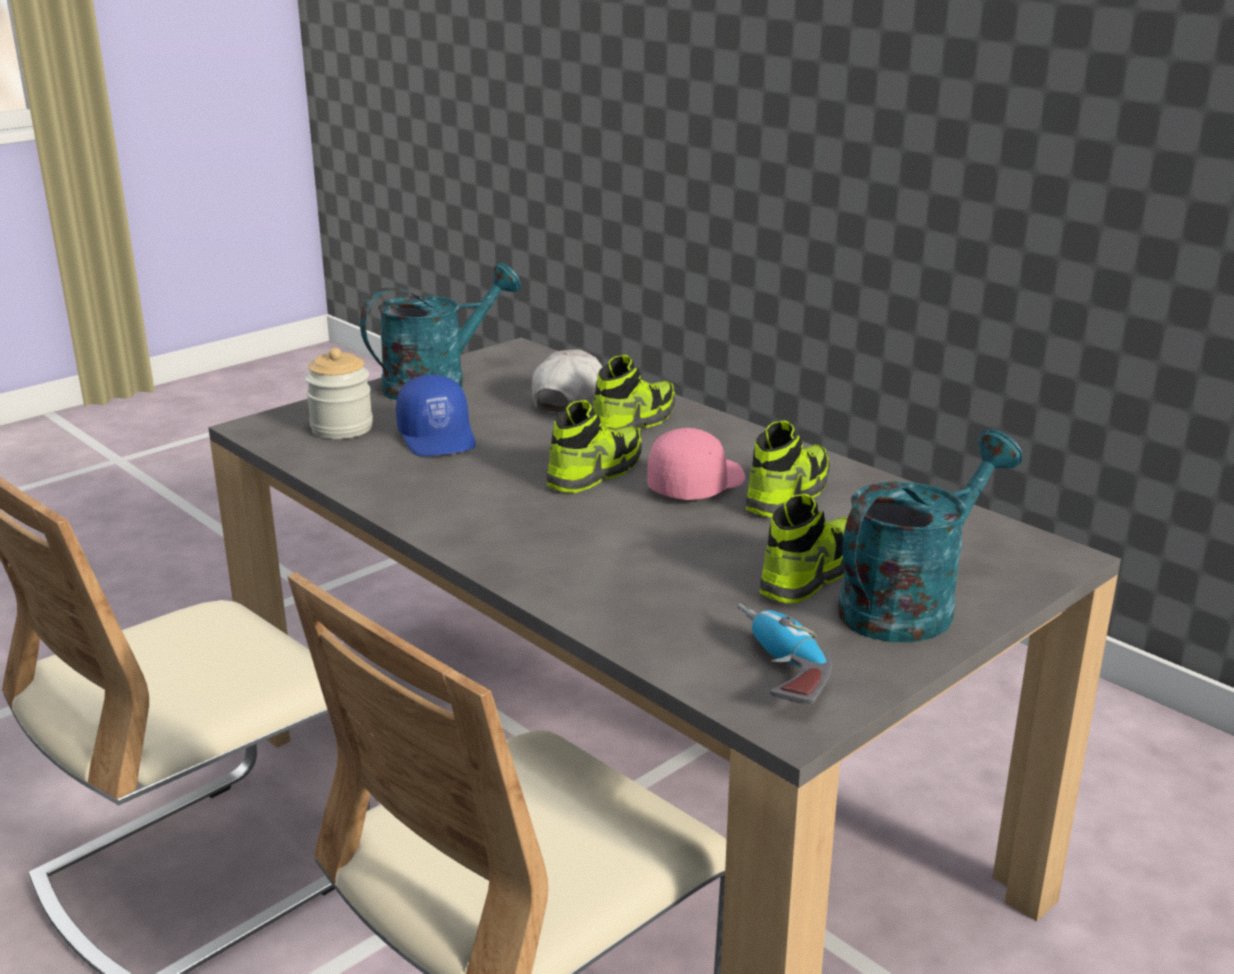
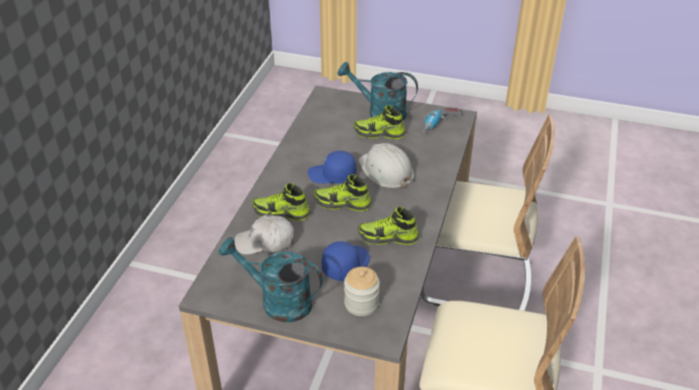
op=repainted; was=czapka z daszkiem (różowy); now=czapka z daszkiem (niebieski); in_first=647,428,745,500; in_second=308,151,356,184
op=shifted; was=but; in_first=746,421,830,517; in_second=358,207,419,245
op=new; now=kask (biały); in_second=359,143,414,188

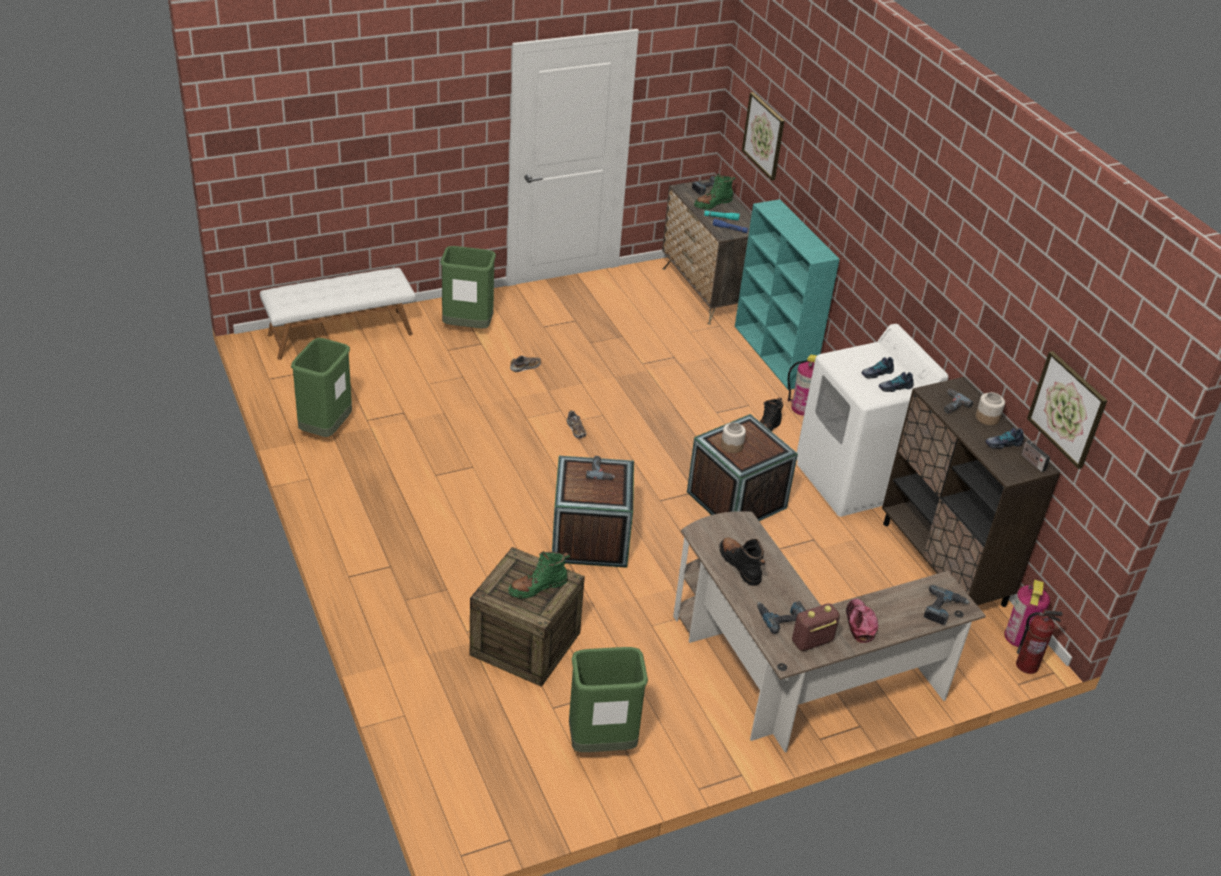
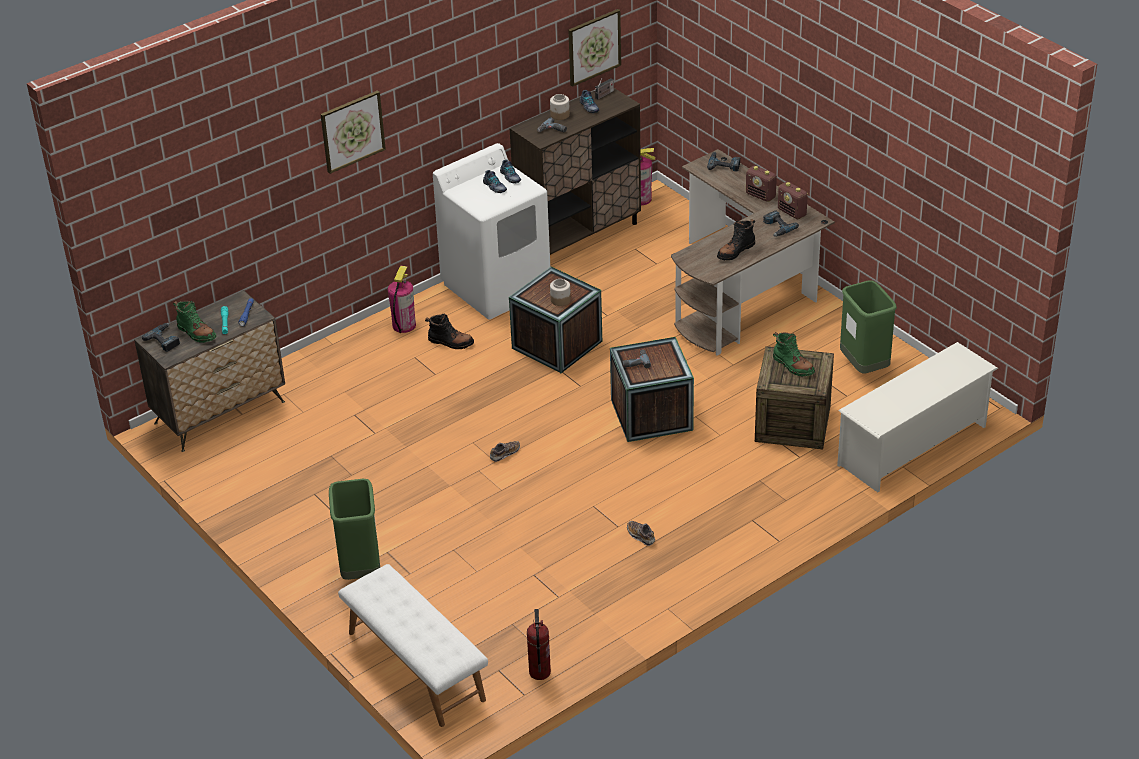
op=shifted; was=obraz; in_first=742,92,784,181; in_second=320,90,386,174
op=shifted; was=gaśnica; in_first=1016,609,1062,674; in_second=527,609,551,680
op=shifted; was=but; in_first=510,355,541,372; in_second=627,521,655,546
op=swapped; was=czapka z daszkiem; now=radio; in_first=846,599,878,643; in_second=746,166,777,202
op=new; now=regał na buty (biały); in_second=837,342,998,492
op=gone; was=kosz na śmieci (zielony); in_first=291,338,352,437
op=gone; was=regał (turkusowy); in_first=735,199,840,390

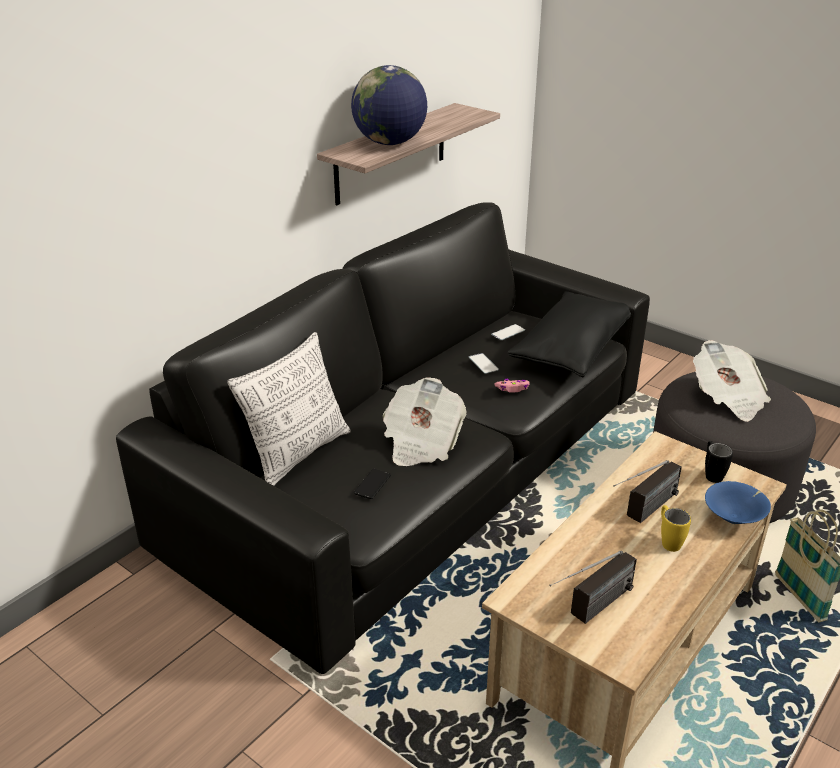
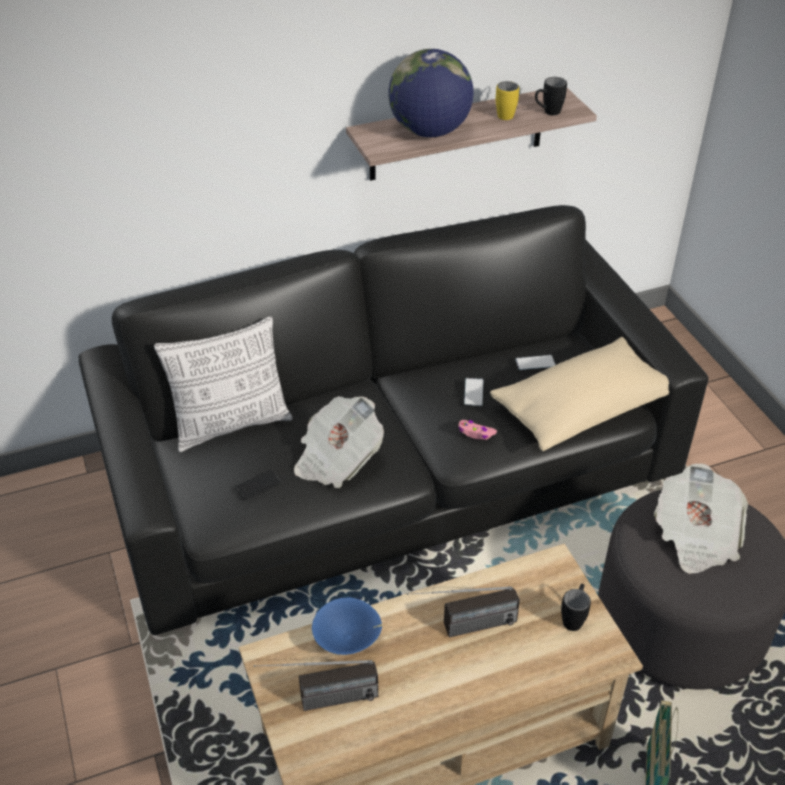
op=shifted; was=miska (niebieski); in_first=705,481,771,524; in_second=312,597,382,655
op=repainted; was=poduszka (czarny); now=poduszka (beżowy); in_first=507,291,631,377; in_second=490,337,669,451
op=shifted; was=kubek (żółty); in_first=661,505,691,552; in_second=496,81,519,120
op=new; now=kubek (czarny); in_second=535,77,567,115

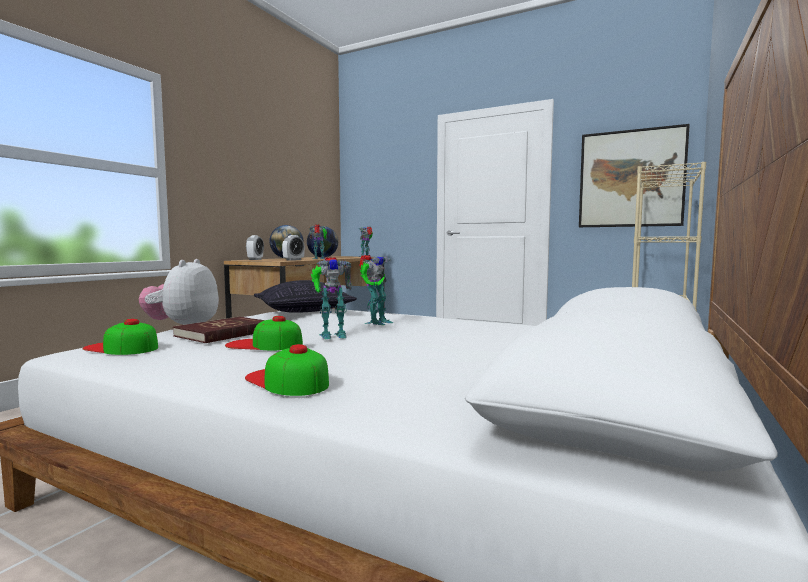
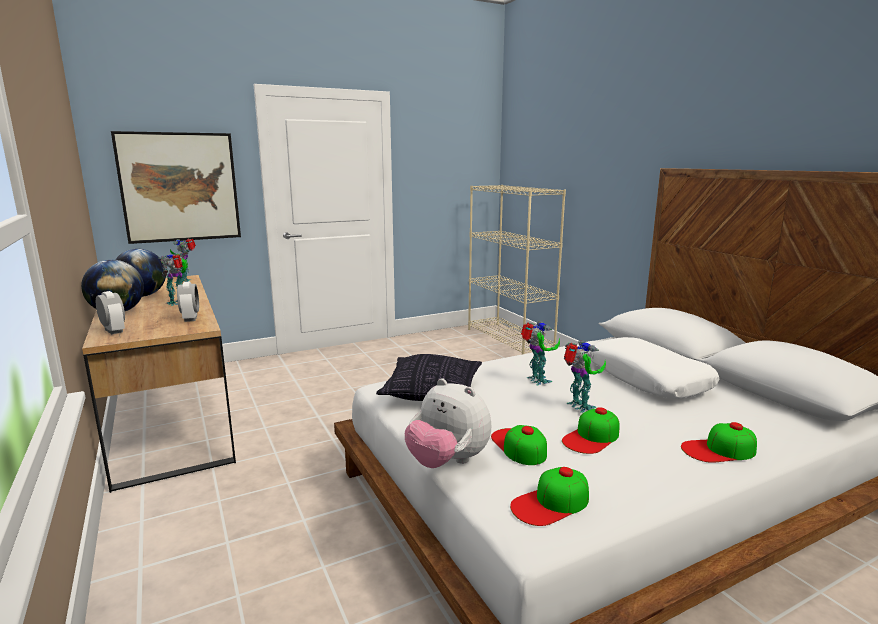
op=shifted; was=obraz; in_first=579,124,690,227; in_second=111,131,241,244
op=swapped; was=książka (czerwony); now=czapka z daszkiem; in_first=173,317,264,343; in_second=491,425,547,465
op=rotated; was=robot zabawkowy; in_first=311,257,352,339; in_second=564,341,606,413; clockwise=-45
op=new; now=poduszka (biały); in_second=588,337,719,399

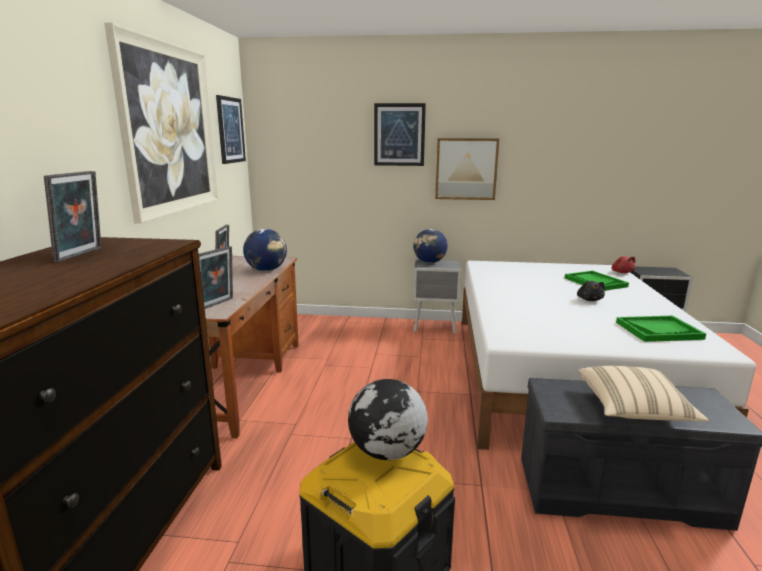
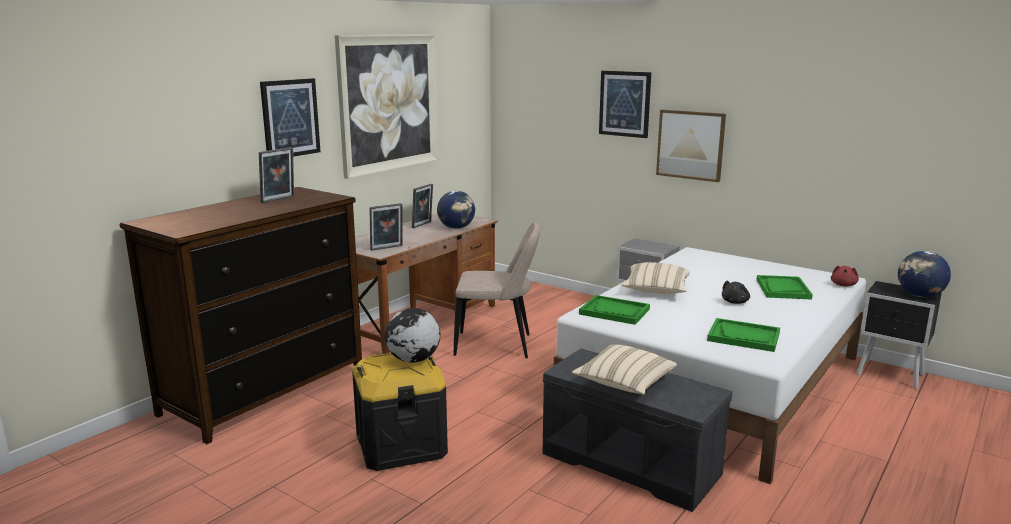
op=shifted; was=obraz; in_first=216,95,246,164; in_second=260,78,321,157
op=new; now=krzesło (beżowy); in_second=454,222,540,358
op=new; now=taca (zielony); in_second=579,295,650,325
op=new; now=poduszka (beżowy); in_second=622,262,690,294
op=shifted; was=globus; in_first=413,229,448,263; in_second=898,251,951,297

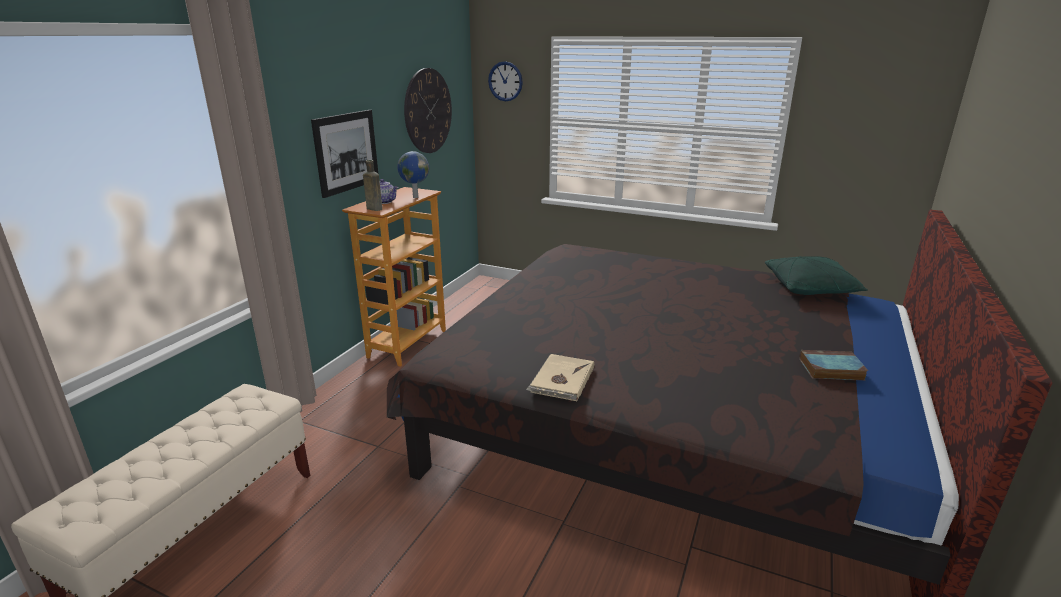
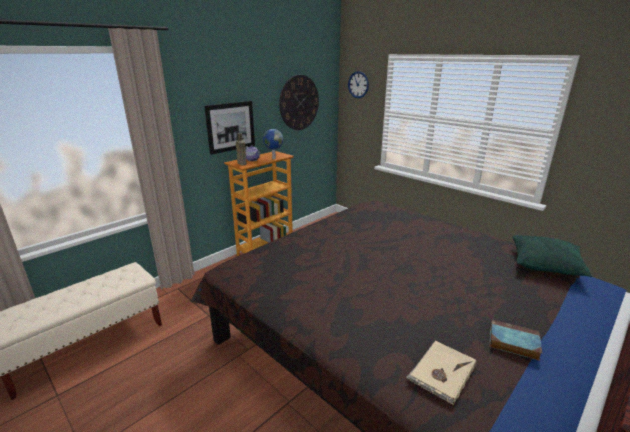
op=shifted; was=książka (beżowy); in_first=526,354,594,401; in_second=406,341,476,405

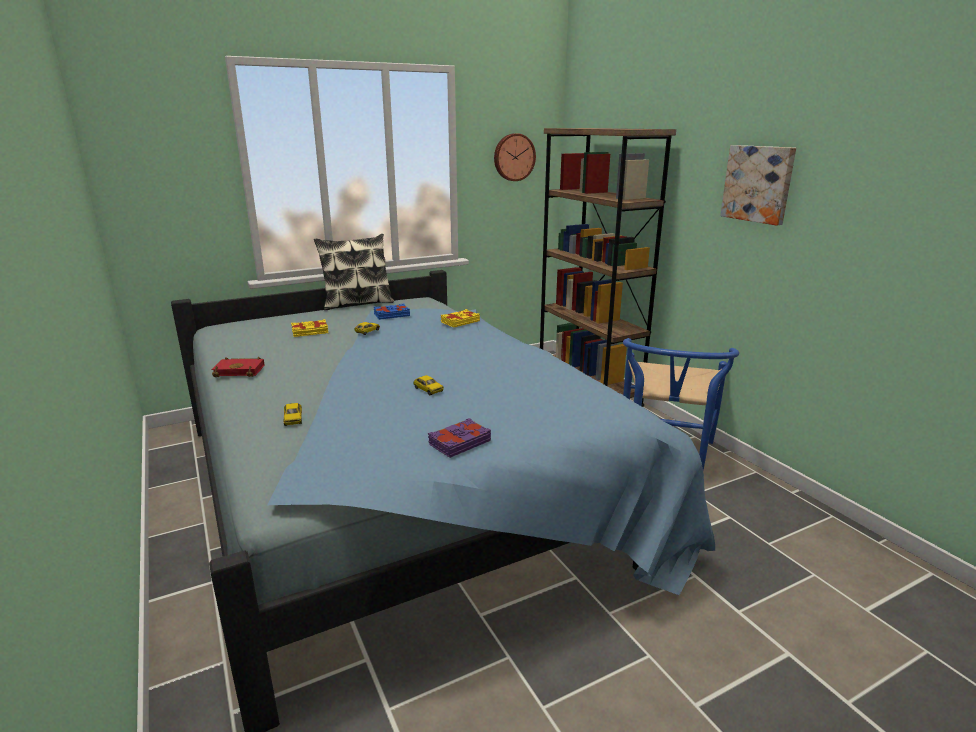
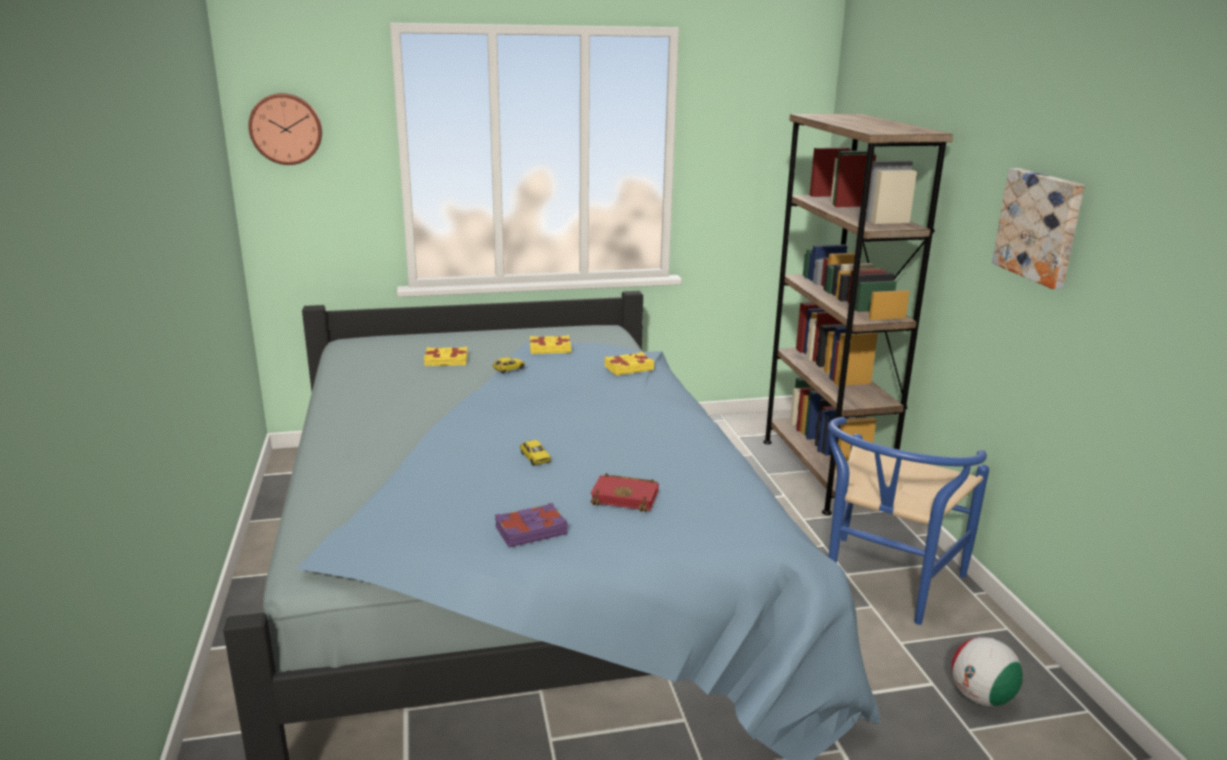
op=shifted; was=zegar ścienny; in_first=494,133,536,181; in_second=248,93,322,165
op=repainted; was=książka (niebieski); now=książka (żółty); in_first=374,304,410,320; in_second=530,335,571,354
op=shifted; was=książka (czerwony); in_first=212,357,264,377; in_second=590,473,659,512
op=new; now=piłka futbolowa; in_second=952,637,1023,706
op=gone; was=samochodzik; in_first=284,403,302,426
op=gone; was=poduszka; in_first=314,234,394,310

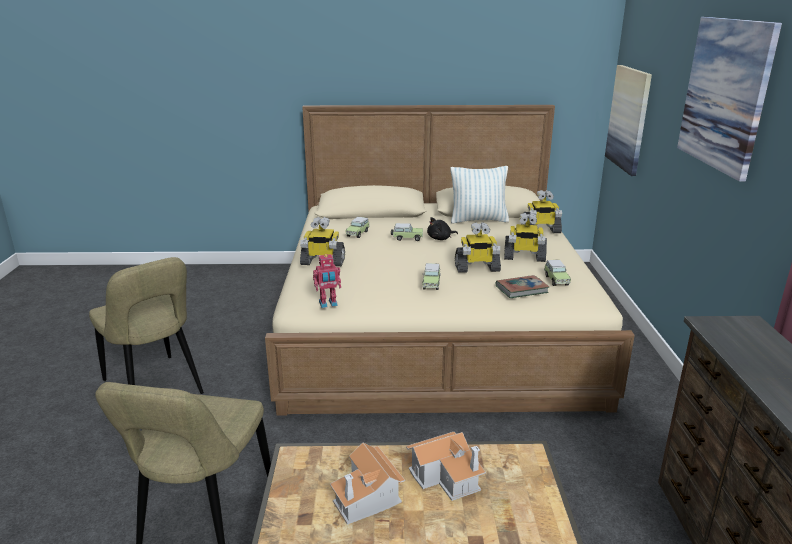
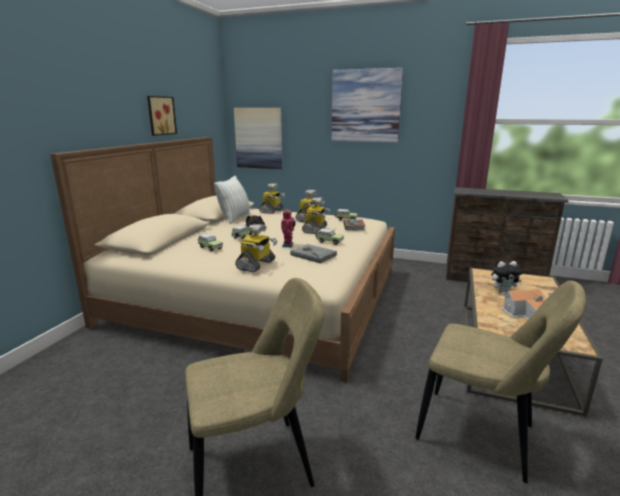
op=new; now=obraz; in_second=147,96,177,136
op=shifted; was=robot zabawkowy; in_first=313,254,341,308; in_second=281,209,296,247
op=new; now=książka (szary); in_second=290,244,338,264
op=swapped; was=domek; now=pluszak; in_first=406,432,486,501; in_second=492,261,523,293

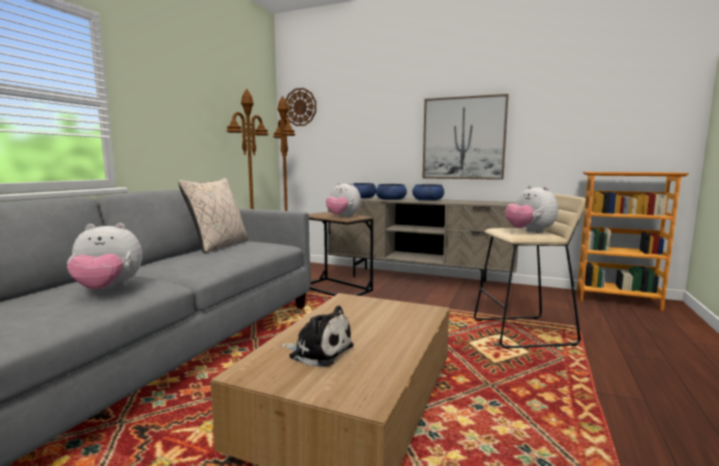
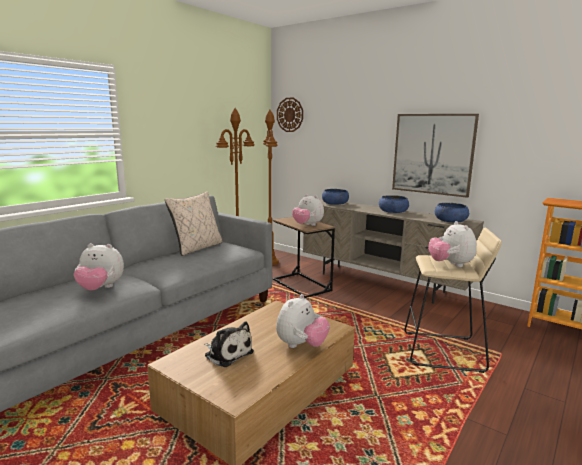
op=new; now=pluszak; in_second=276,294,330,348
op=shifted; was=miska (niebieski); in_first=376,184,407,200; in_second=435,203,469,222

